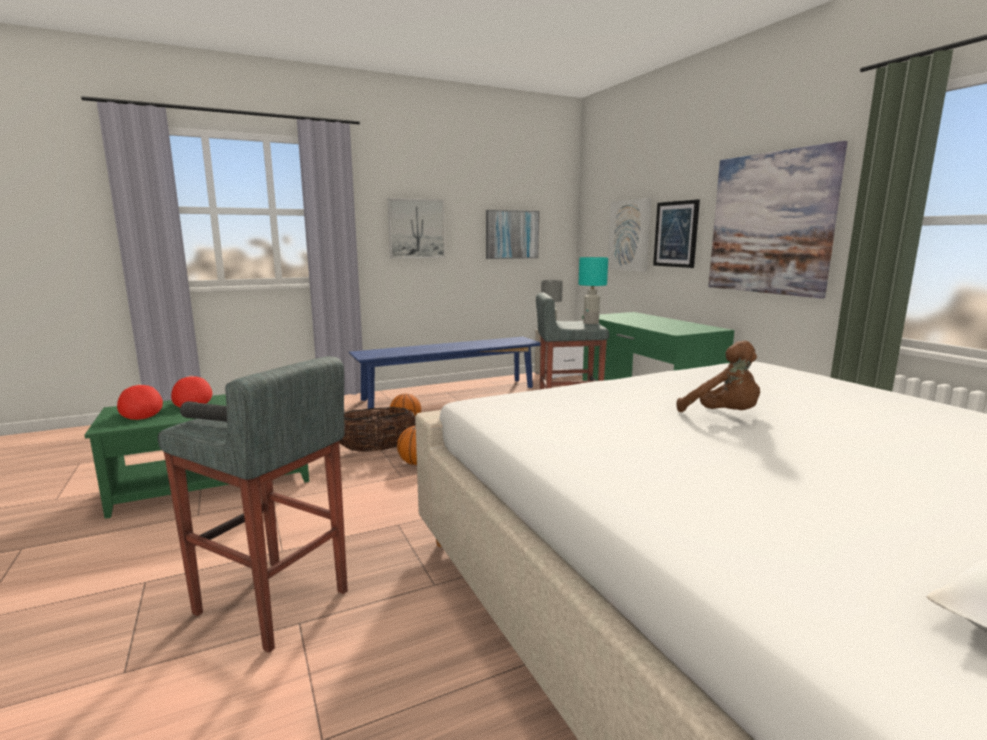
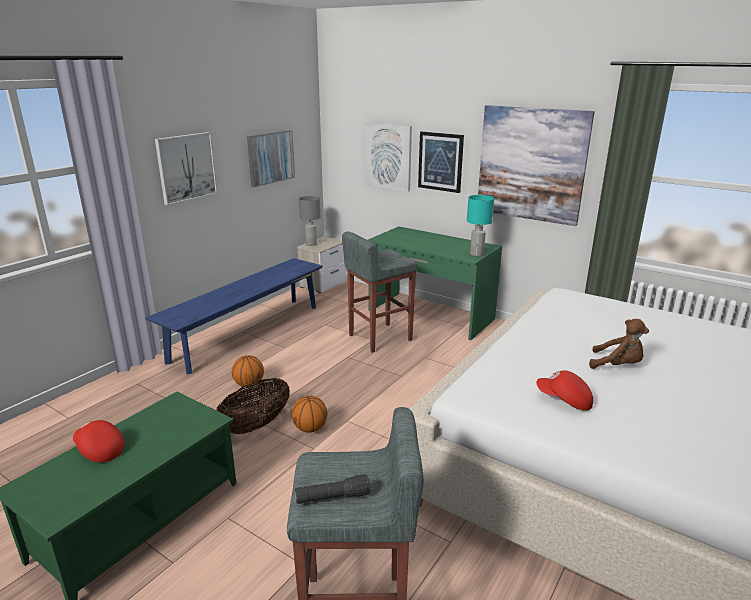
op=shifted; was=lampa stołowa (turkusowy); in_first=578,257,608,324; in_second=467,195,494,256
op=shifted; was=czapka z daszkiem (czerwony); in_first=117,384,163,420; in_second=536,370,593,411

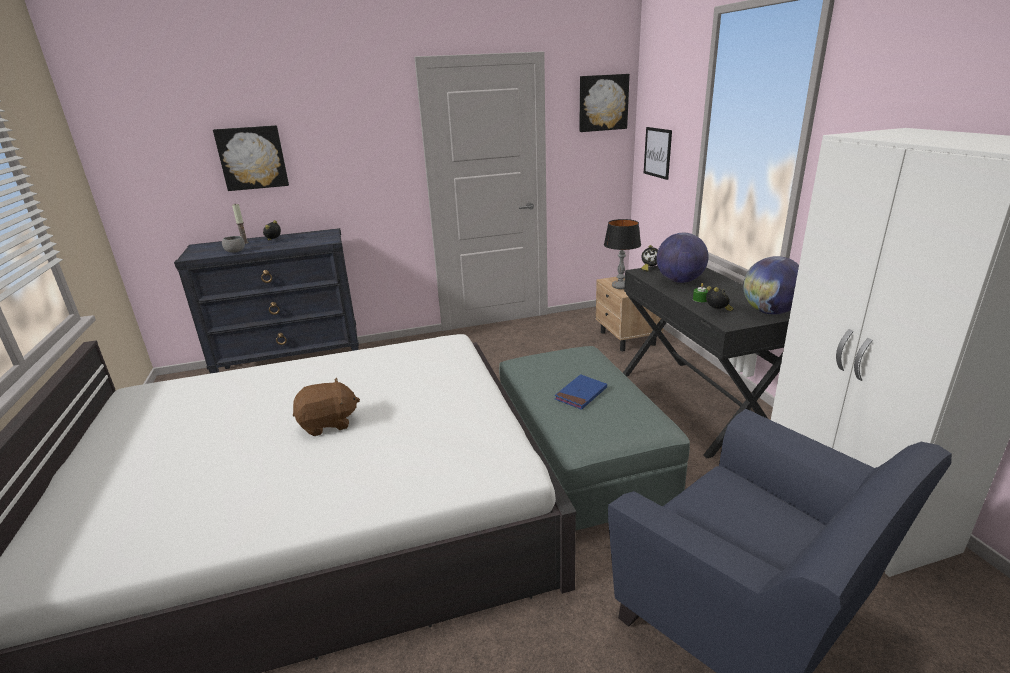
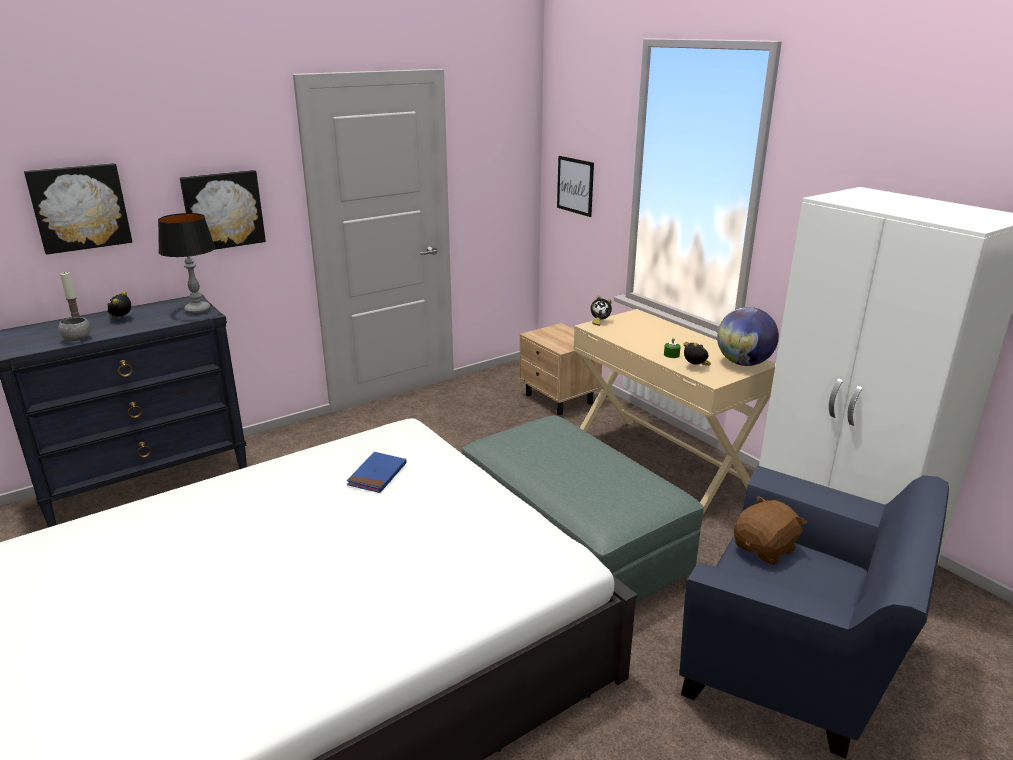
op=shifted; was=lampa stołowa; in_first=604,219,641,289; in_second=158,213,215,314
op=shifted; was=obraz; in_first=579,74,630,132; in_second=180,170,266,250
op=shifted; was=książka (niebieski); in_first=555,374,607,410; in_second=347,452,406,493
op=repainted; was=biurko (czarny); now=biurko (beżowy); in_first=623,266,791,458; in_second=574,309,776,515
op=shifted; was=pluszak (brązowy); in_first=293,378,360,436; in_second=734,496,807,565
op=gone; was=globus; in_first=657,233,709,283

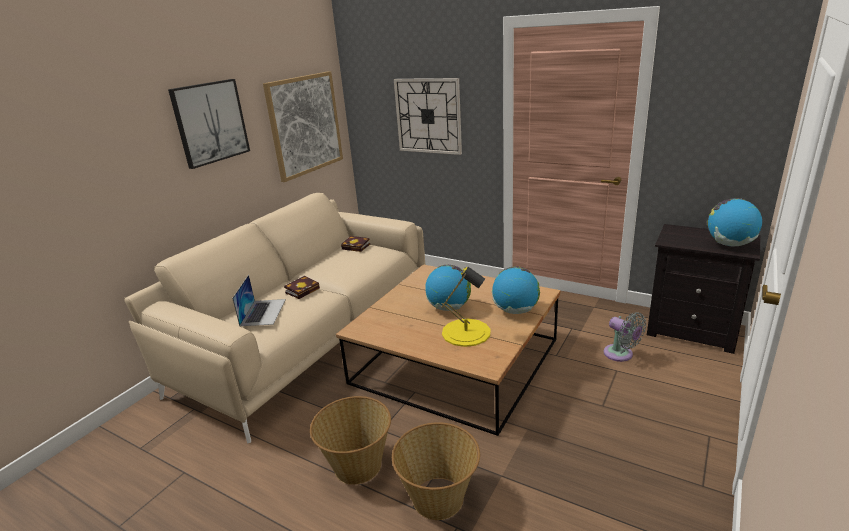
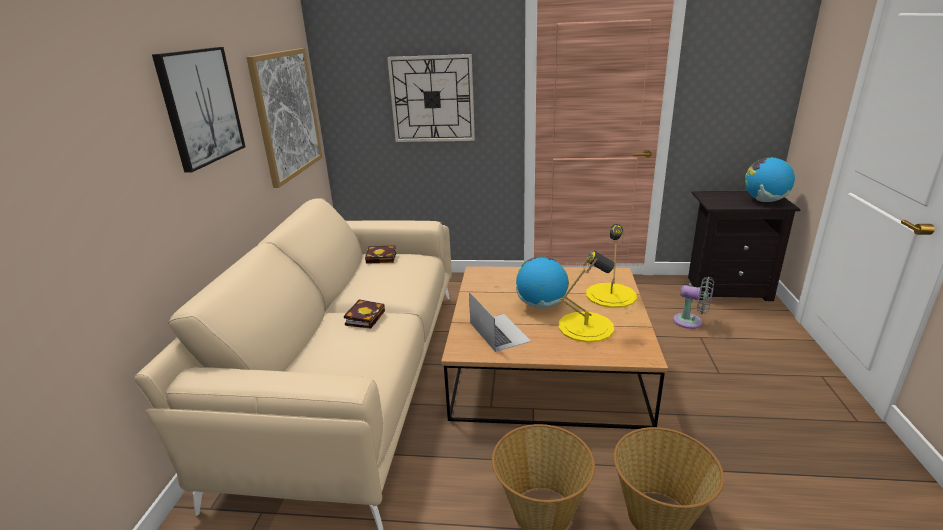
op=shifted; was=laptop; in_first=232,275,286,326; in_second=469,292,531,352
op=swapped; was=globus; now=lampa stołowa (żółty); in_first=492,267,540,314; in_second=586,224,637,308

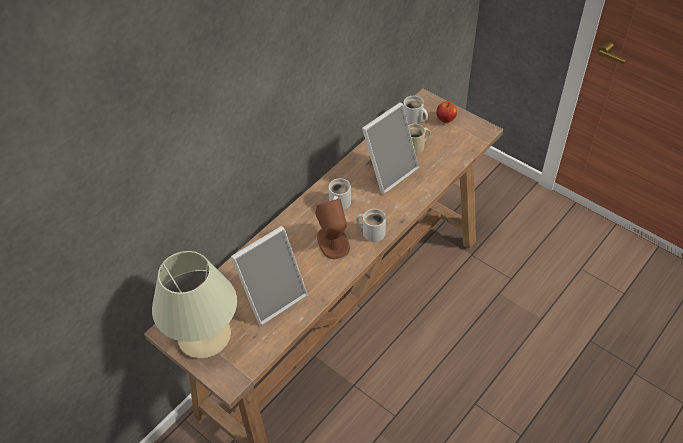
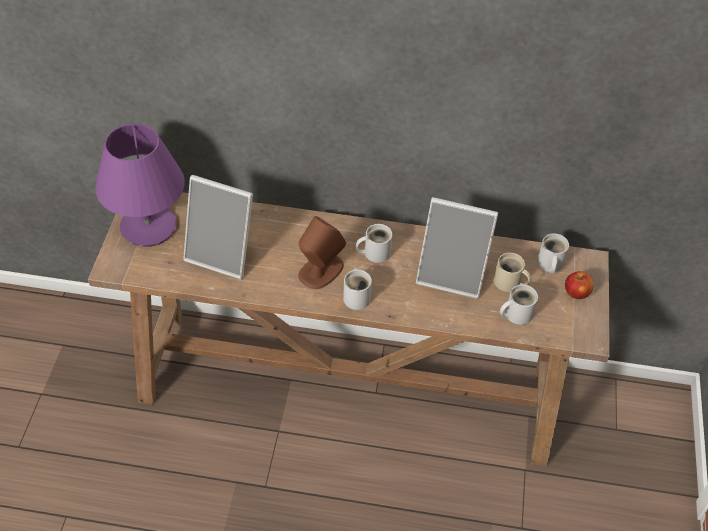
op=repainted; was=lampa stołowa (beżowy); now=lampa stołowa (fioletowy); in_first=152,251,237,359; in_second=95,124,185,247
op=new; now=kubek (biały); in_second=500,285,538,325

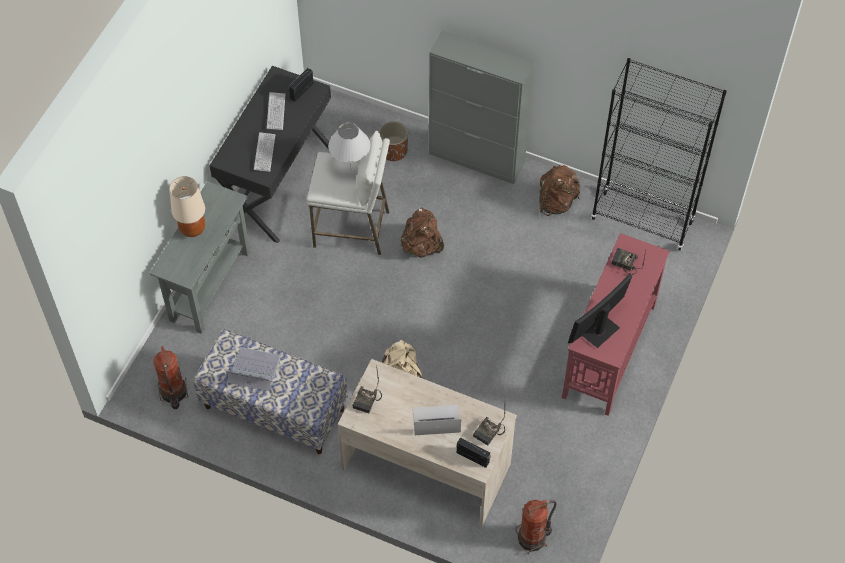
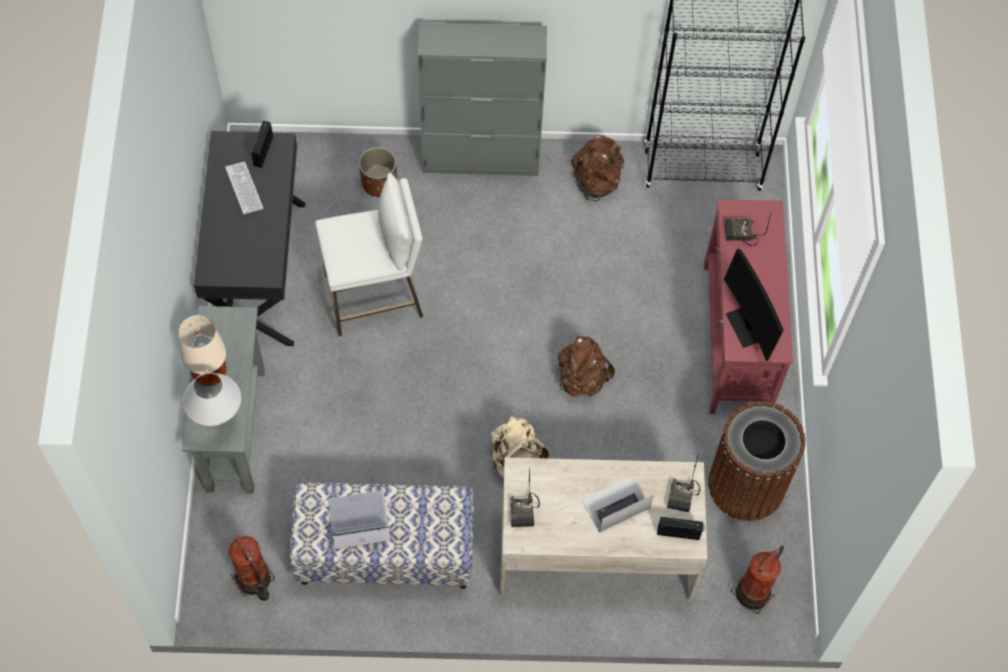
op=shifted; was=lampa stołowa (biały); in_first=328,123,370,167; in_second=183,372,241,426
op=shifted; was=plecak (brązowy); in_first=401,208,444,258; in_second=558,336,615,396
op=new; now=kosz na śmieci (brązowy); in_second=708,401,806,521
op=rotated; was=monitor; in_first=568,273,632,348; in_second=724,249,784,361; clockwise=-45
op=gone; was=klawiatura; in_first=254,132,275,172

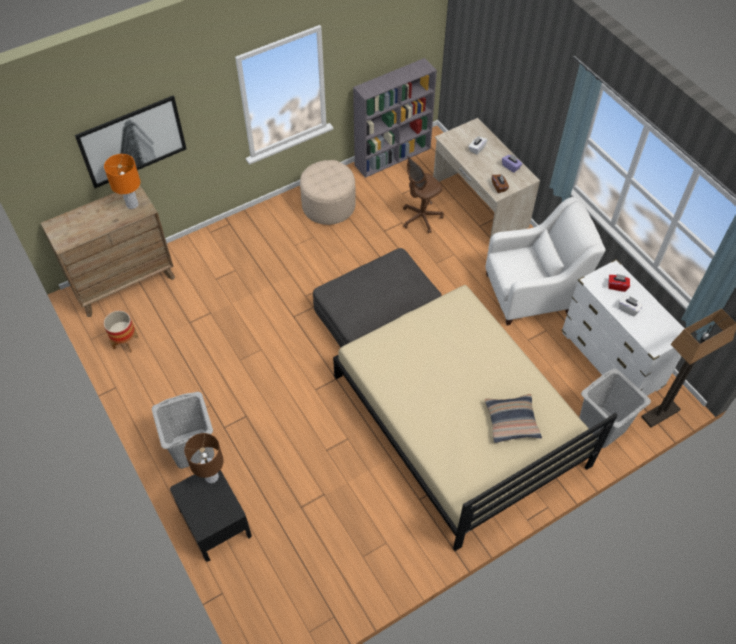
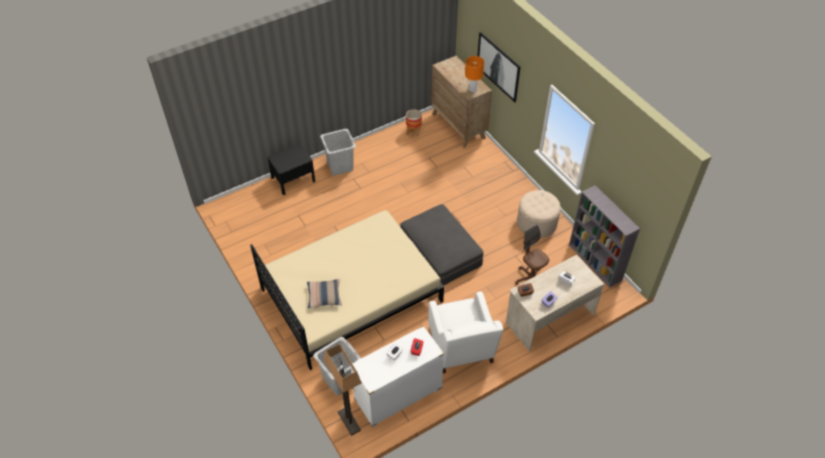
op=gone; was=lampa stołowa (brązowy); in_first=184,433,224,483

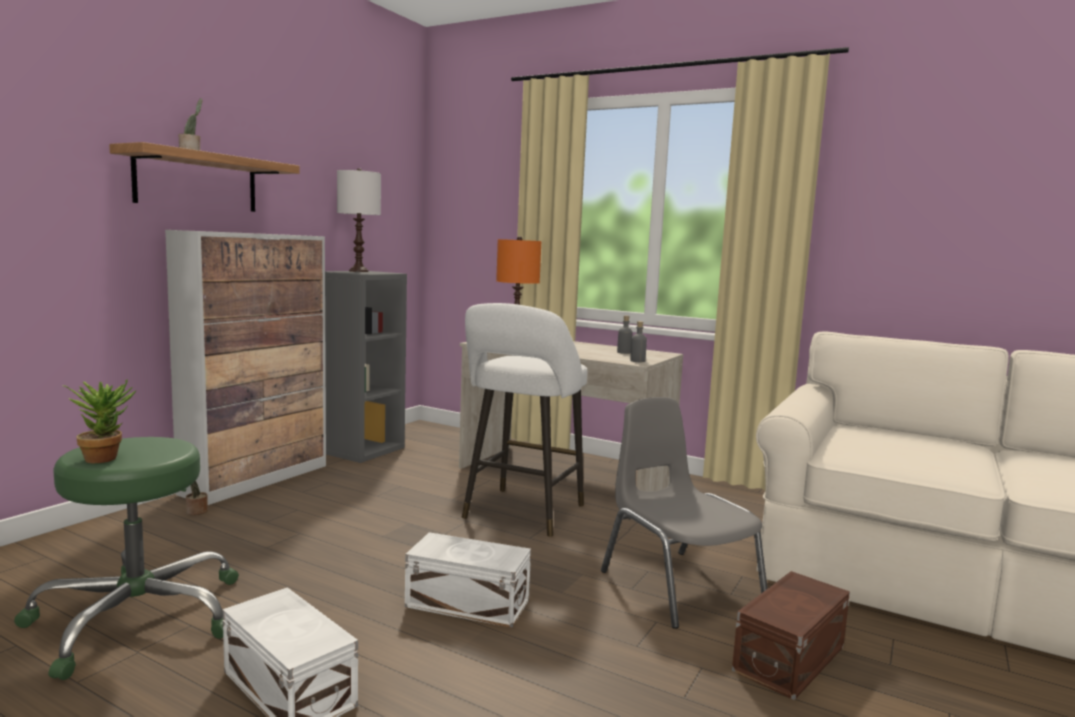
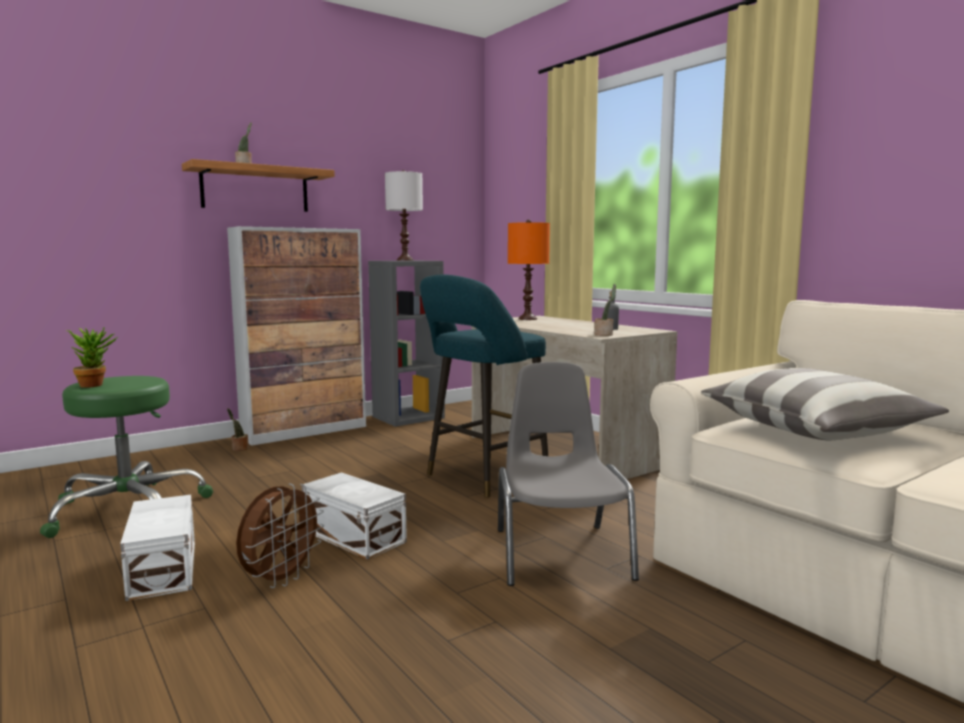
op=new; now=wentylator (brązowy); in_second=236,483,324,588
op=repainted; was=stołek (biały); now=stołek (turkusowy); in_first=462,303,587,537; in_second=420,274,548,497
op=swapped; was=butelka (szary); now=roślina doniczkowa; in_first=630,321,647,362; in_second=594,284,616,336
op=new; now=poduszka; in_second=701,368,949,440
op=gone; was=pojemnik do przechowywania (brązowy); in_first=732,571,850,700

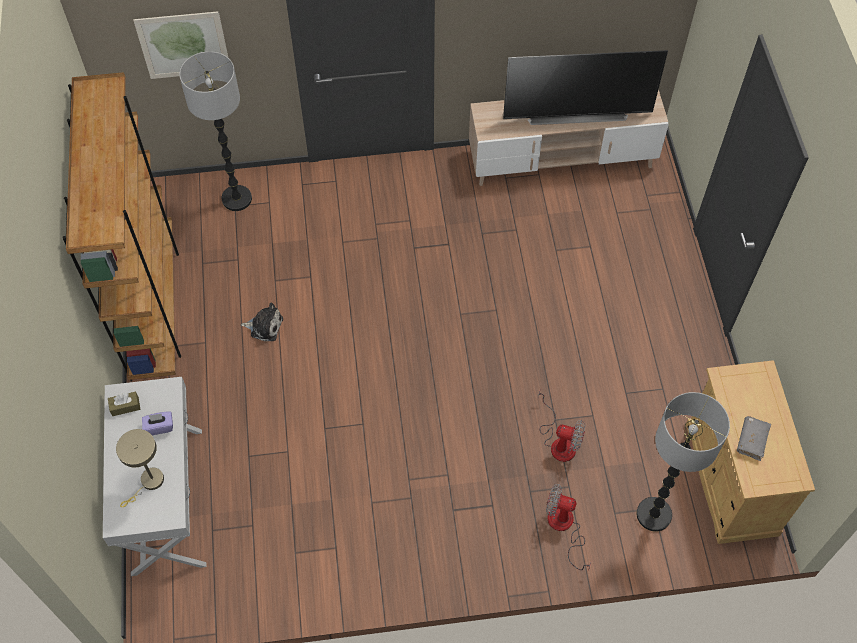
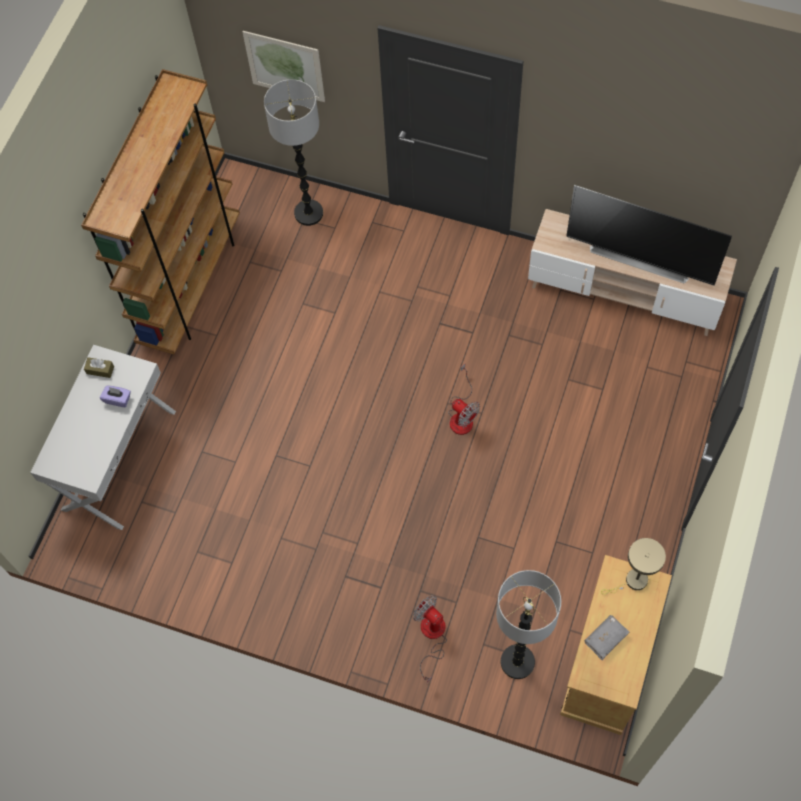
op=shifted; was=wentylator; in_first=538,388,585,462; in_second=448,364,480,435
op=shifted; was=lampa stołowa (beżowy); in_first=116,429,164,507; in_second=601,538,666,595
op=gone; was=pluszak; in_first=241,302,283,341

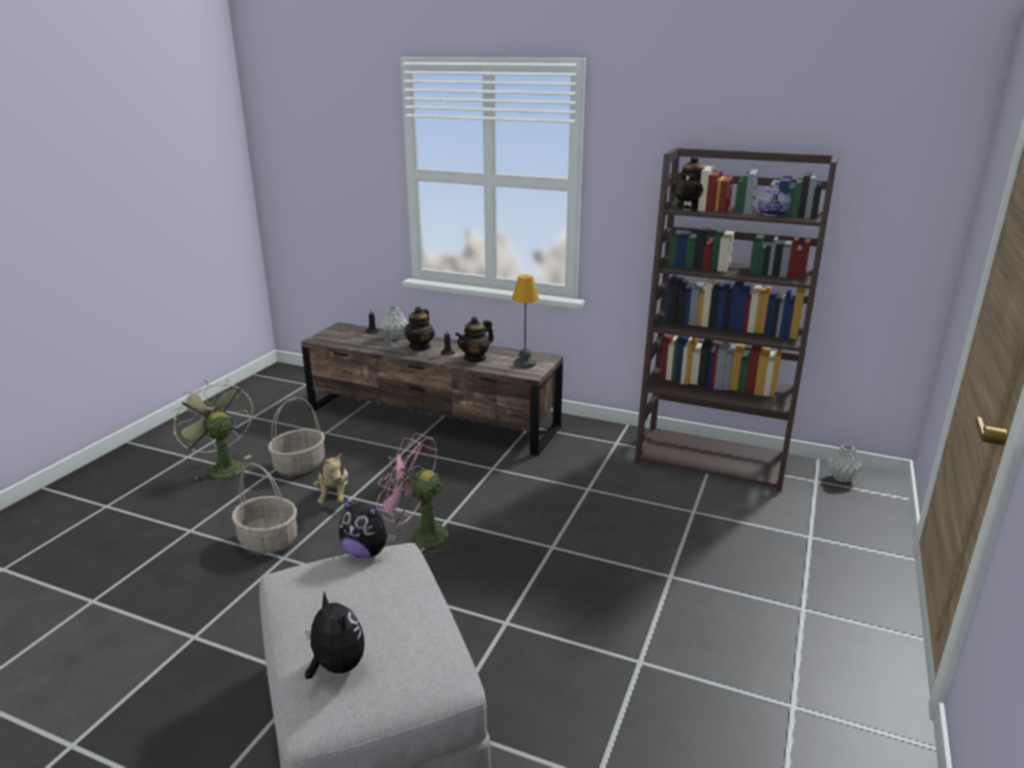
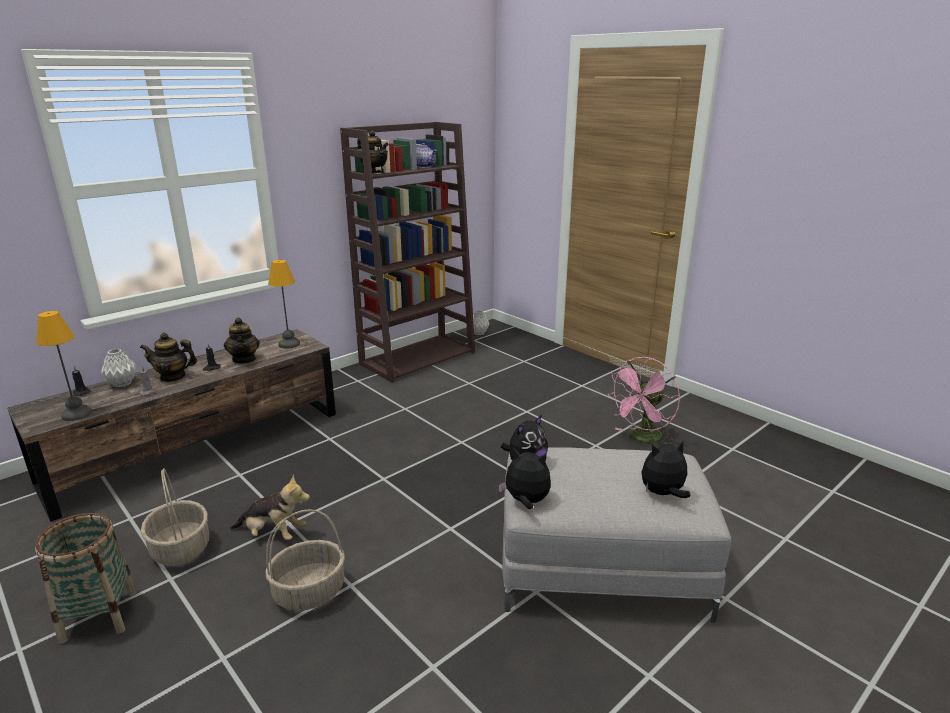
op=swapped; was=wentylator (zielony); now=koszyk; in_first=170,380,253,485; in_second=35,513,137,644
op=new; now=lampa stołowa; in_second=37,311,92,421
op=rotated; was=imbryk; in_first=404,306,435,351; in_second=140,333,197,382; clockwise=135
op=new; now=pluszak; in_second=498,447,551,509
op=shifted; was=wentylator (różowy); in_first=376,433,454,557; in_second=609,357,680,444

